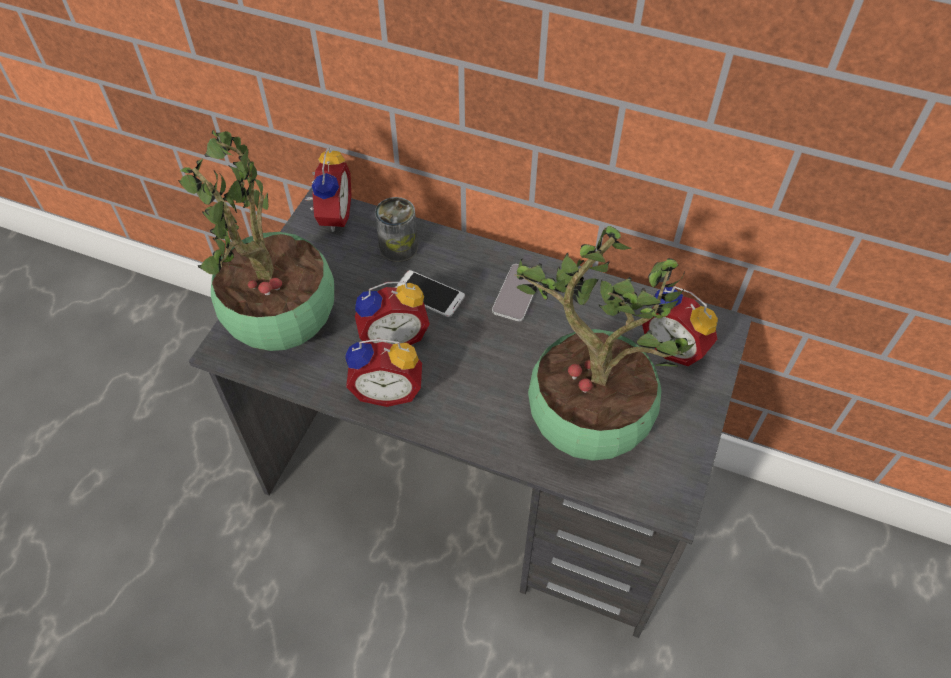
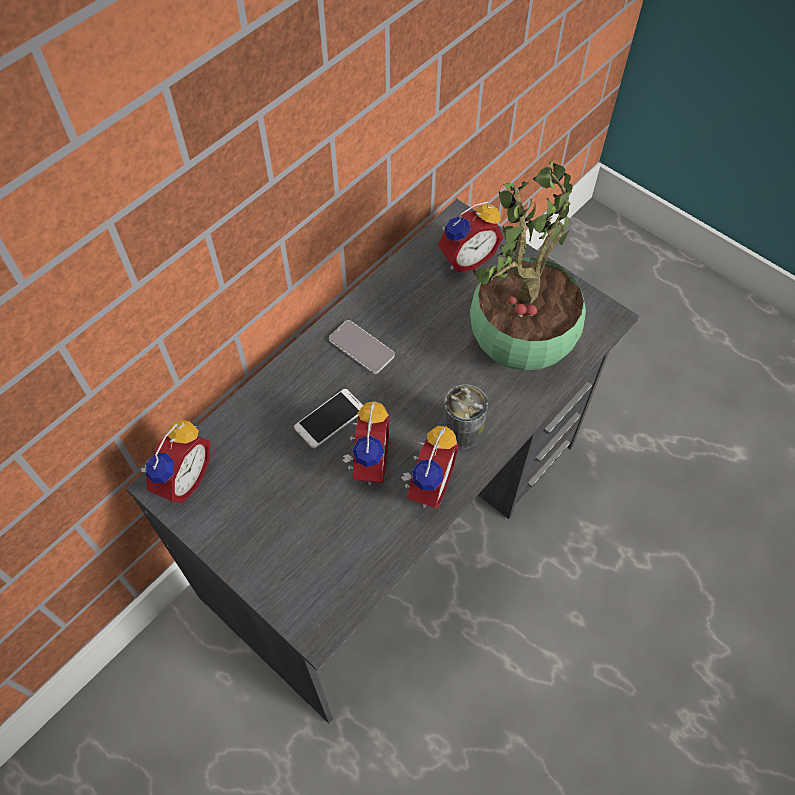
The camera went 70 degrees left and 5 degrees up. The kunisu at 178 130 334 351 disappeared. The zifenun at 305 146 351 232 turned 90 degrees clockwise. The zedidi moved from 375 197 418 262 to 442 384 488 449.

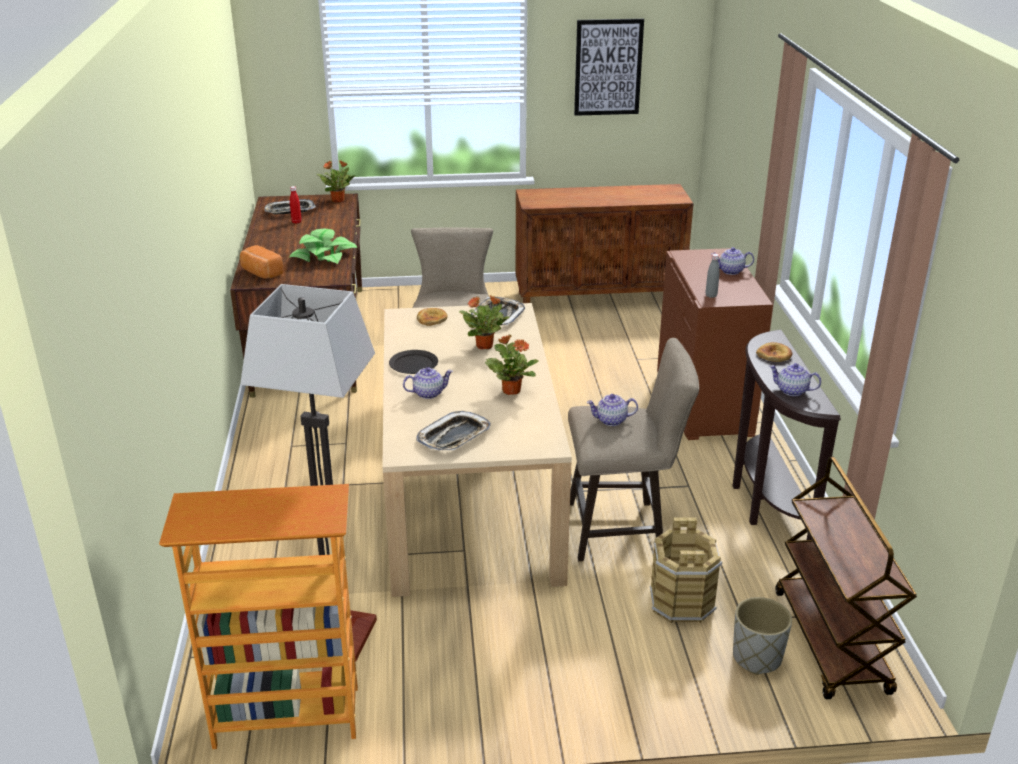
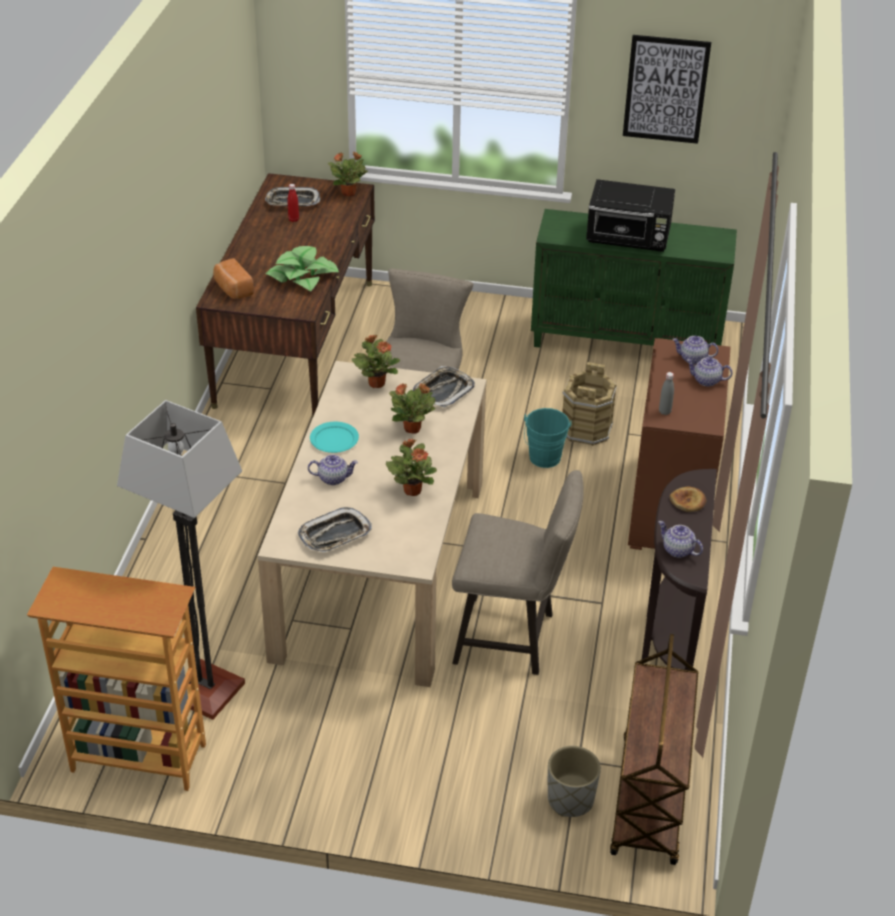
The camera went 15 degrees right and 10 degrees up. The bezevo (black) at 389 350 438 374 became the bezevo (turquoise) at 310 422 359 453. The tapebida at 417 308 448 326 was replaced by the kunisu at 352 334 400 388. The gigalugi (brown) at 516 184 694 303 became the gigalugi (green) at 531 209 737 348. The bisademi moved from 587 394 638 426 to 672 336 718 364. The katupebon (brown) moved from 650 517 723 623 to 562 362 617 446. The katupebon (turquoise) at 524 408 572 468 appeared. The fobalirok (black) at 586 179 675 252 appeared.

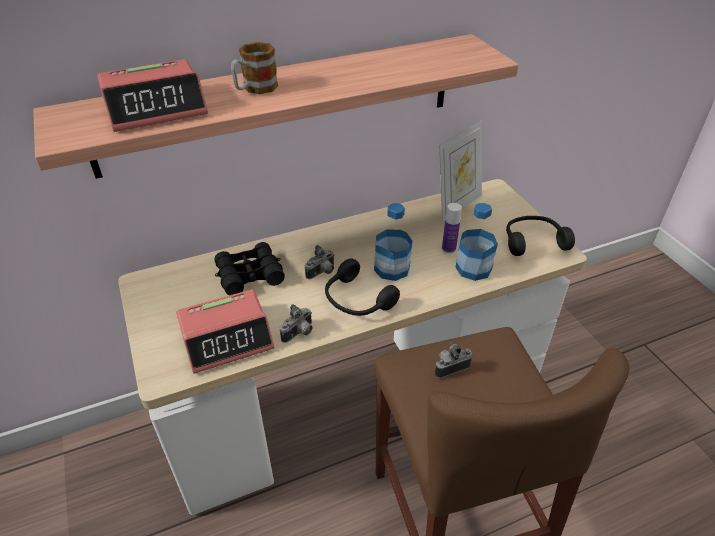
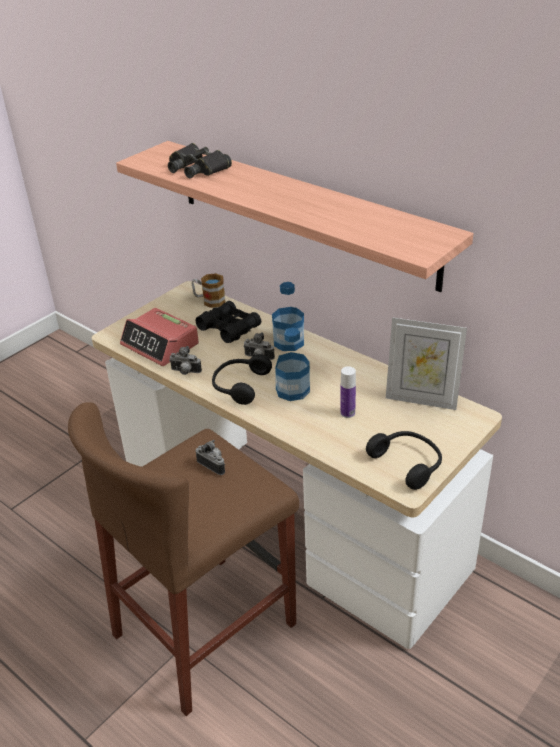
The camera went 65 degrees right and 5 degrees down. The zifenun at 97 59 208 132 was replaced by the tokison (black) at 168 143 232 178. The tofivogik moved from 231 42 278 94 to 192 273 226 308. The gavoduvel moved from 455 203 498 281 to 272 282 304 351.

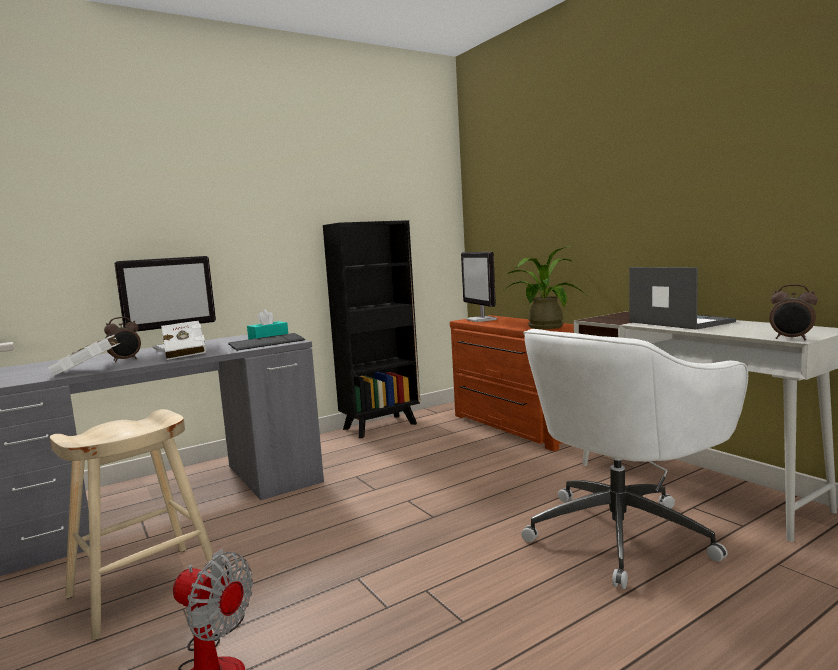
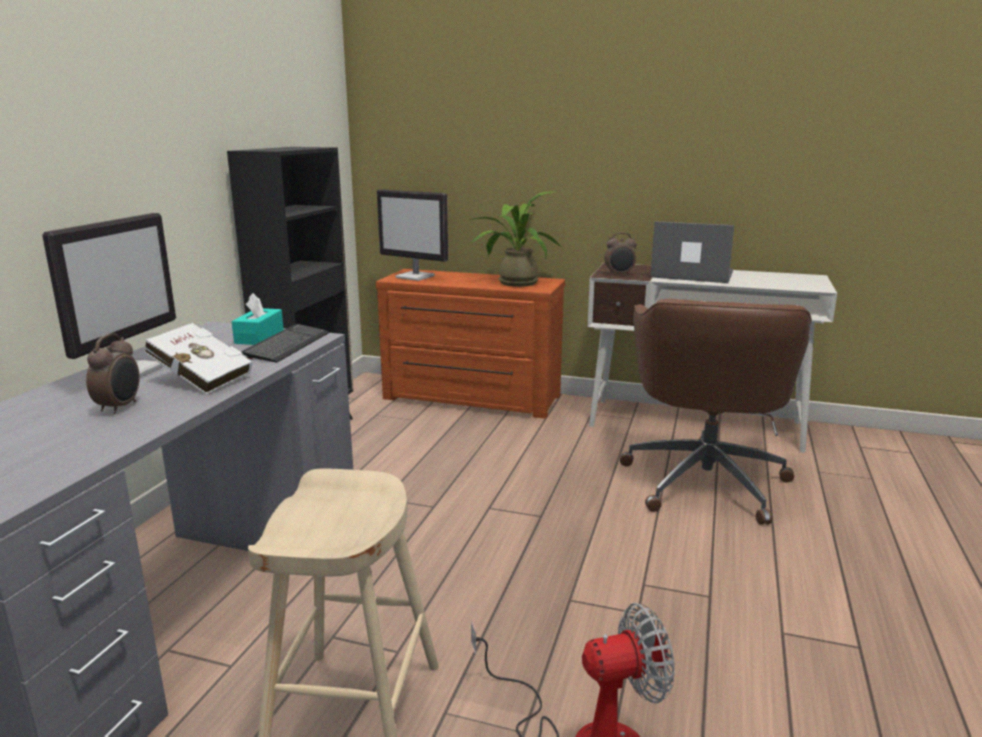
The camera went 40 degrees left and 10 degrees up. The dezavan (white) at 48 335 124 375 disappeared. The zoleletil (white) at 521 329 748 589 became the zoleletil (brown) at 620 299 812 525. The zifenun moved from 769 284 818 340 to 604 233 637 276.

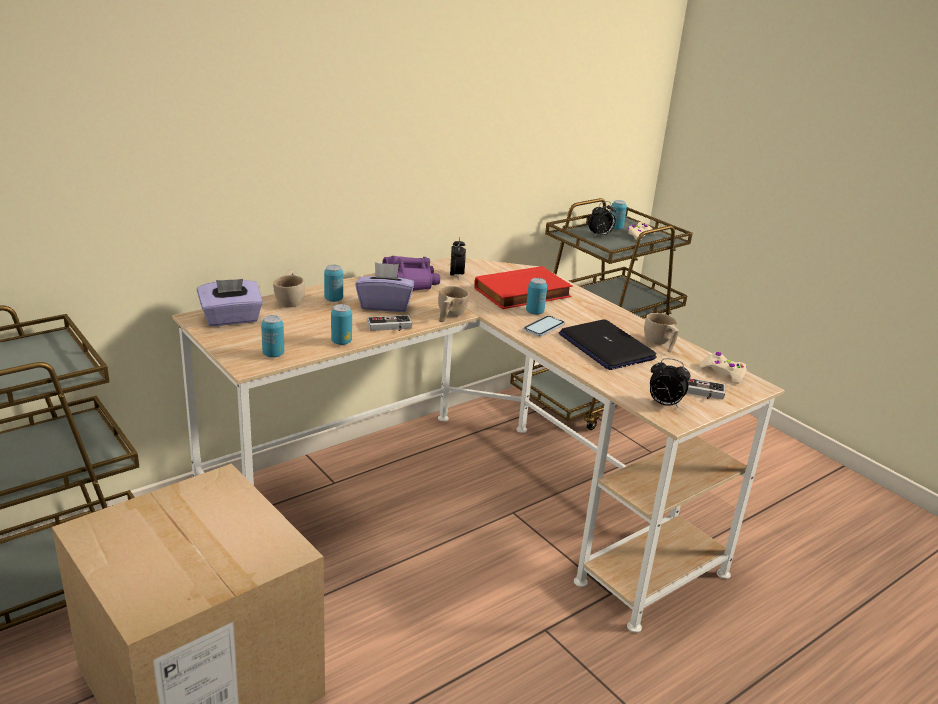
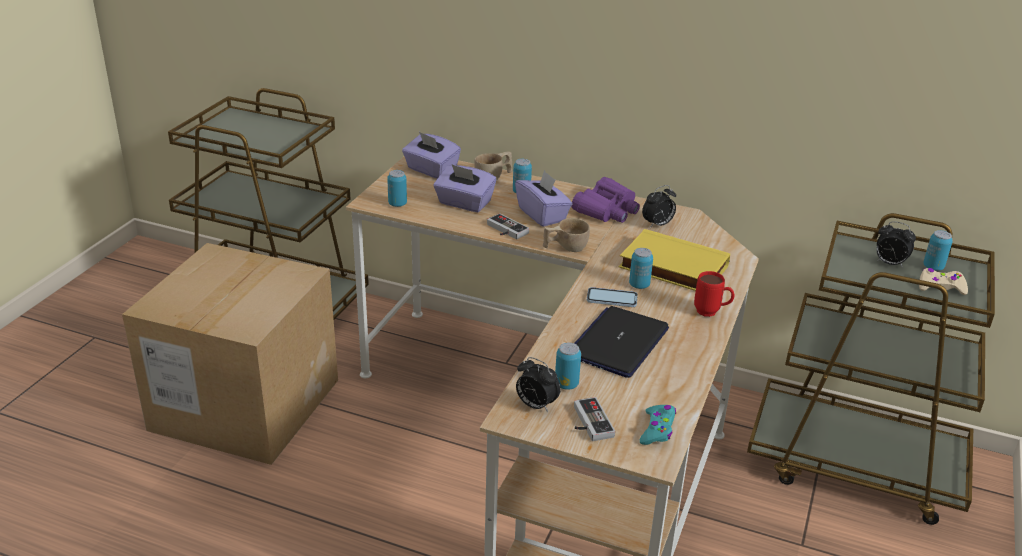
The camera went 60 degrees right and 5 degrees up. The zedidi moved from 331 304 352 345 to 555 342 581 390. The dezavan (red) at 474 266 573 309 became the dezavan (yellow) at 618 229 730 291. The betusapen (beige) at 644 313 679 352 disappeared. The zifenun at 650 358 690 408 turned 45 degrees counterclockwise. The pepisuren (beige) at 699 352 747 384 became the pepisuren (turquoise) at 640 405 676 445. The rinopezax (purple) at 434 164 496 212 appeared. The tofivogik (red) at 694 271 734 317 appeared.

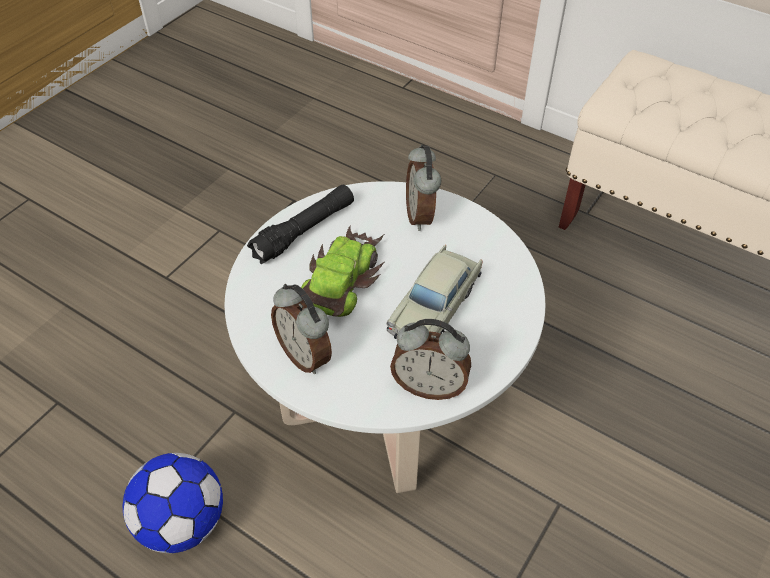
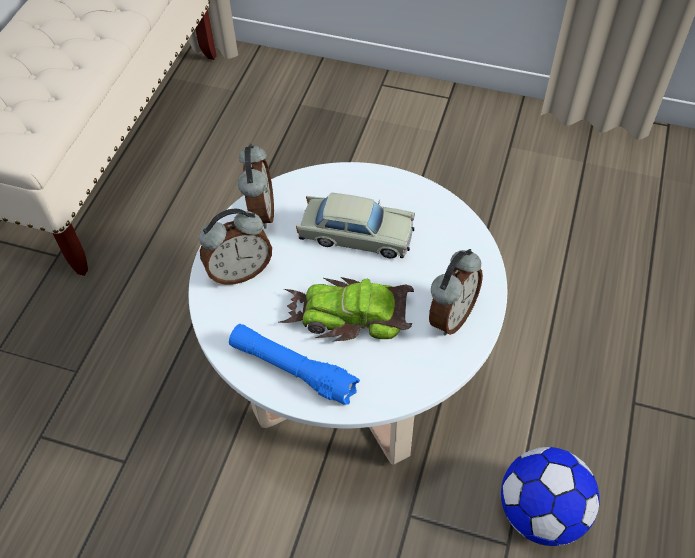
The camera went 105 degrees left and 5 degrees up. The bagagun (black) at 247 185 354 264 became the bagagun (blue) at 229 324 360 405. The zifenun moved from 390 319 471 400 to 238 144 274 229.

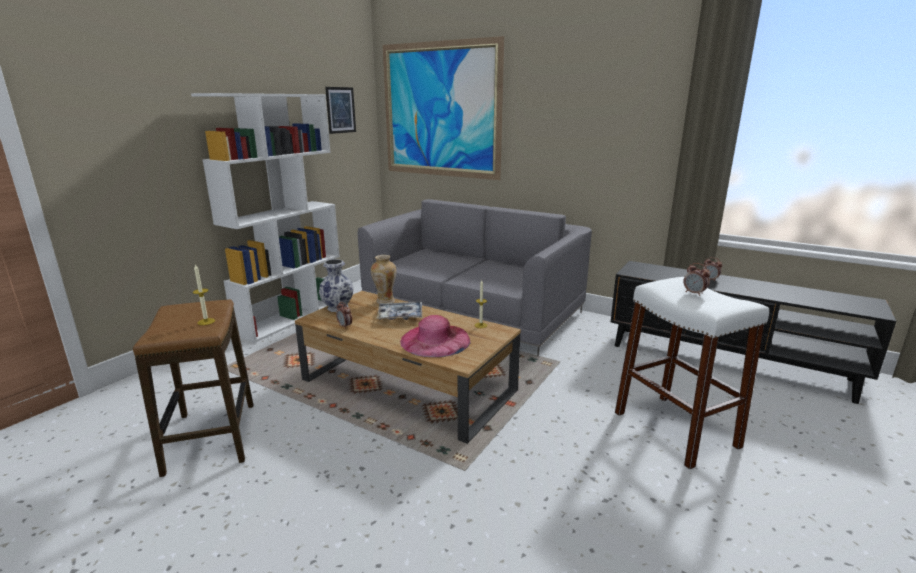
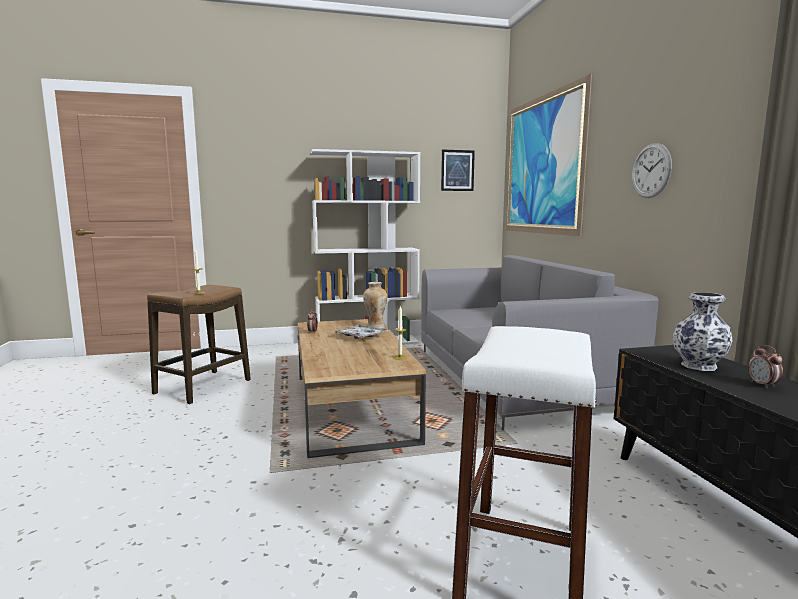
The camera went 45 degrees right and 10 degrees down. The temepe moved from 319 259 354 312 to 673 292 733 371. The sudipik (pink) at 400 315 471 357 disappeared. The zifenun at 683 263 711 296 disappeared. The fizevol at 632 143 672 198 appeared.

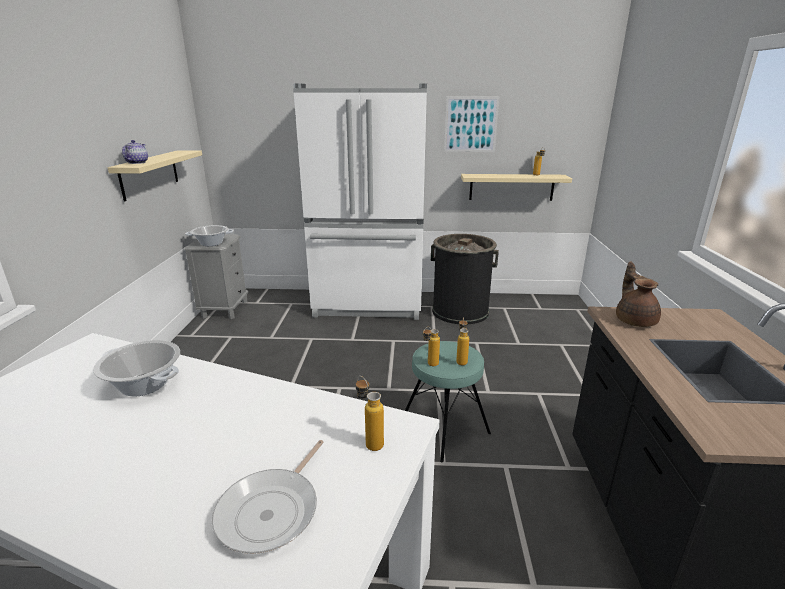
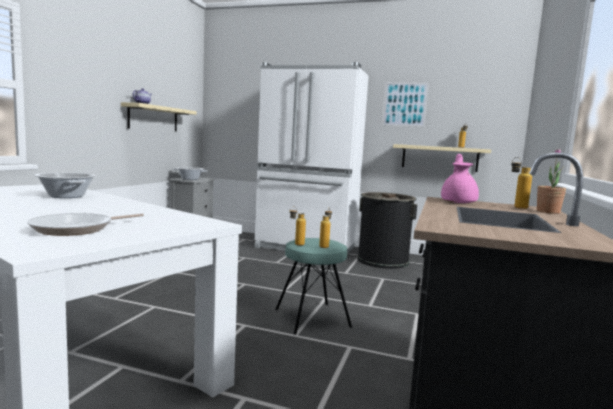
The camera went 15 degrees right and 15 degrees down. The gavoduvel moved from 356 376 384 451 to 511 157 532 209. The bisademi (brown) at 616 261 661 327 became the bisademi (pink) at 441 154 479 203. The kunisu at 537 149 566 214 appeared.

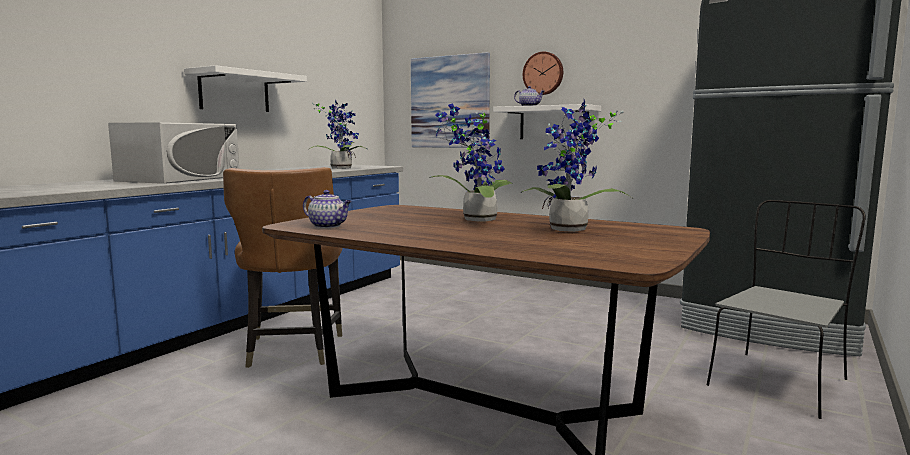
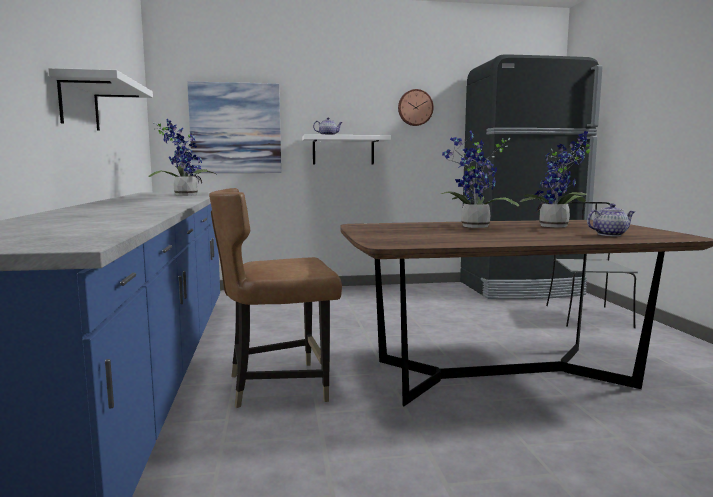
The camera went 40 degrees left and 0 degrees up. The fobalirok (white) at 108 122 239 184 disappeared. The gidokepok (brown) at 223 167 343 368 turned 120 degrees clockwise. The bisademi moved from 303 190 352 228 to 587 203 635 236. The fizevol moved from 523 52 563 95 to 398 89 434 126.

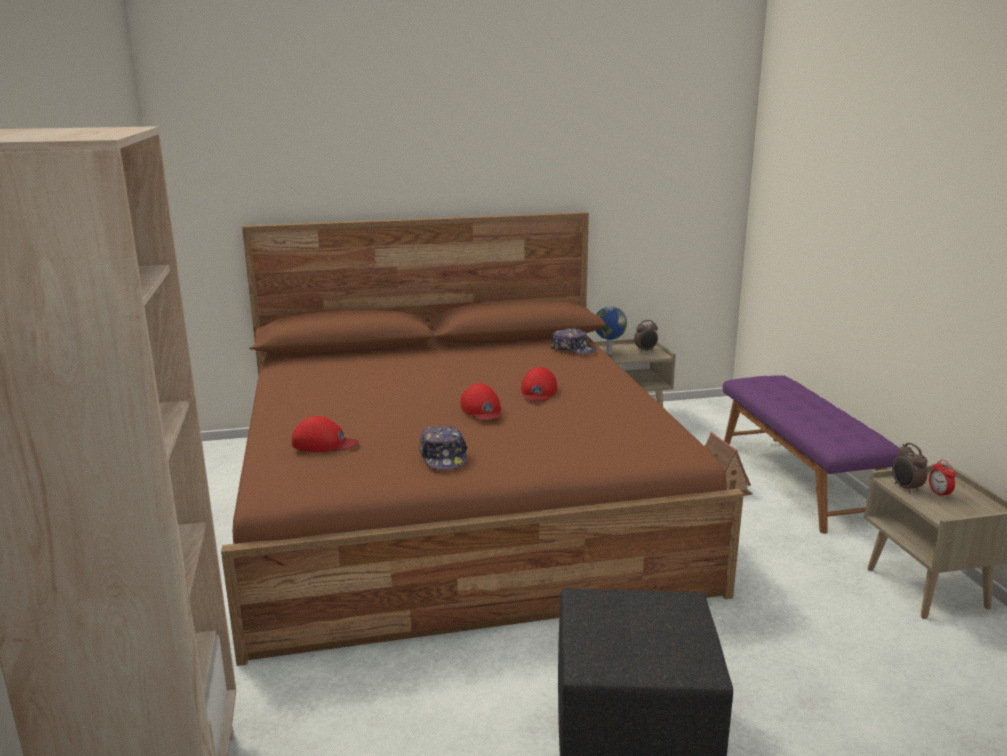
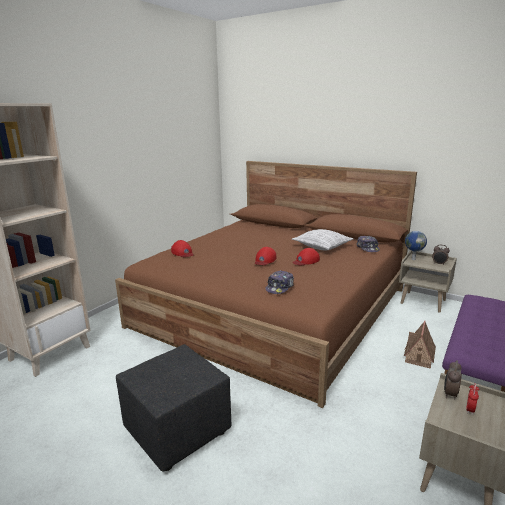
The camera went 45 degrees right and 0 degrees up. The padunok moved from 419 426 468 470 to 265 270 294 294. The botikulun at 292 229 354 250 appeared.

